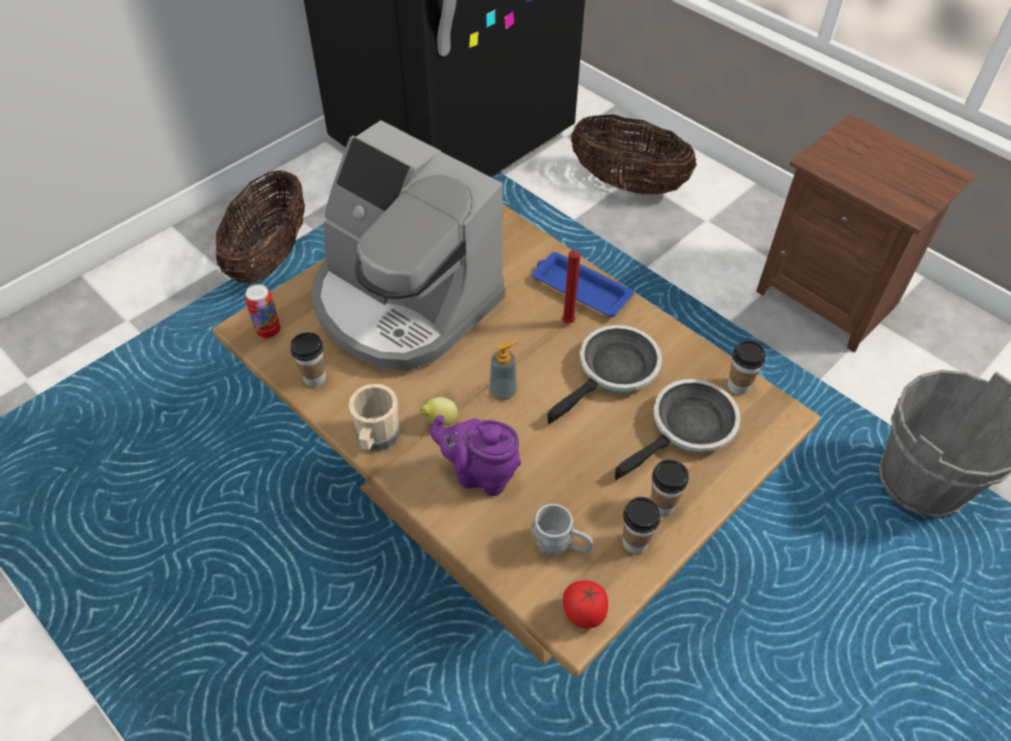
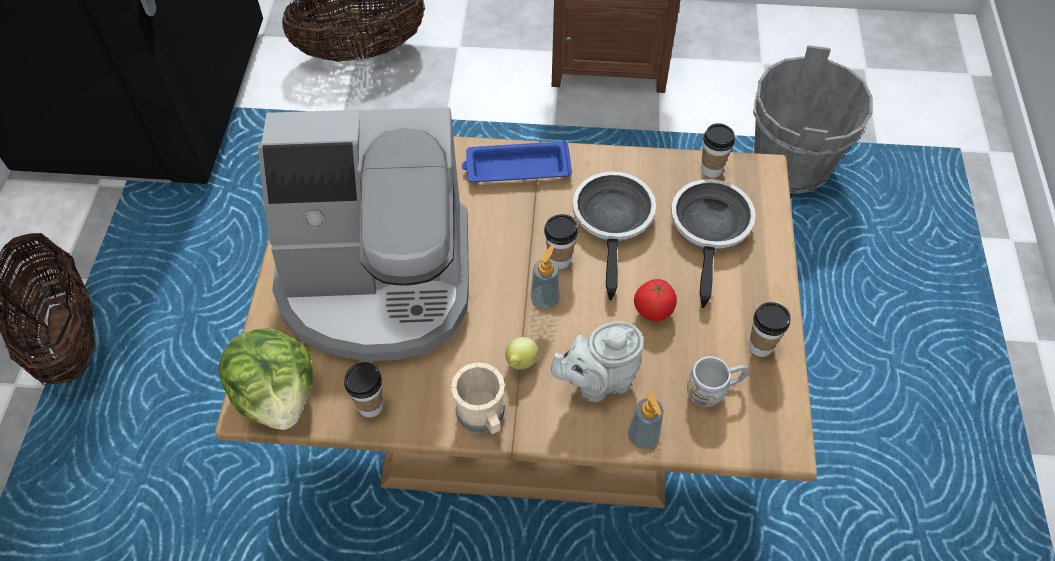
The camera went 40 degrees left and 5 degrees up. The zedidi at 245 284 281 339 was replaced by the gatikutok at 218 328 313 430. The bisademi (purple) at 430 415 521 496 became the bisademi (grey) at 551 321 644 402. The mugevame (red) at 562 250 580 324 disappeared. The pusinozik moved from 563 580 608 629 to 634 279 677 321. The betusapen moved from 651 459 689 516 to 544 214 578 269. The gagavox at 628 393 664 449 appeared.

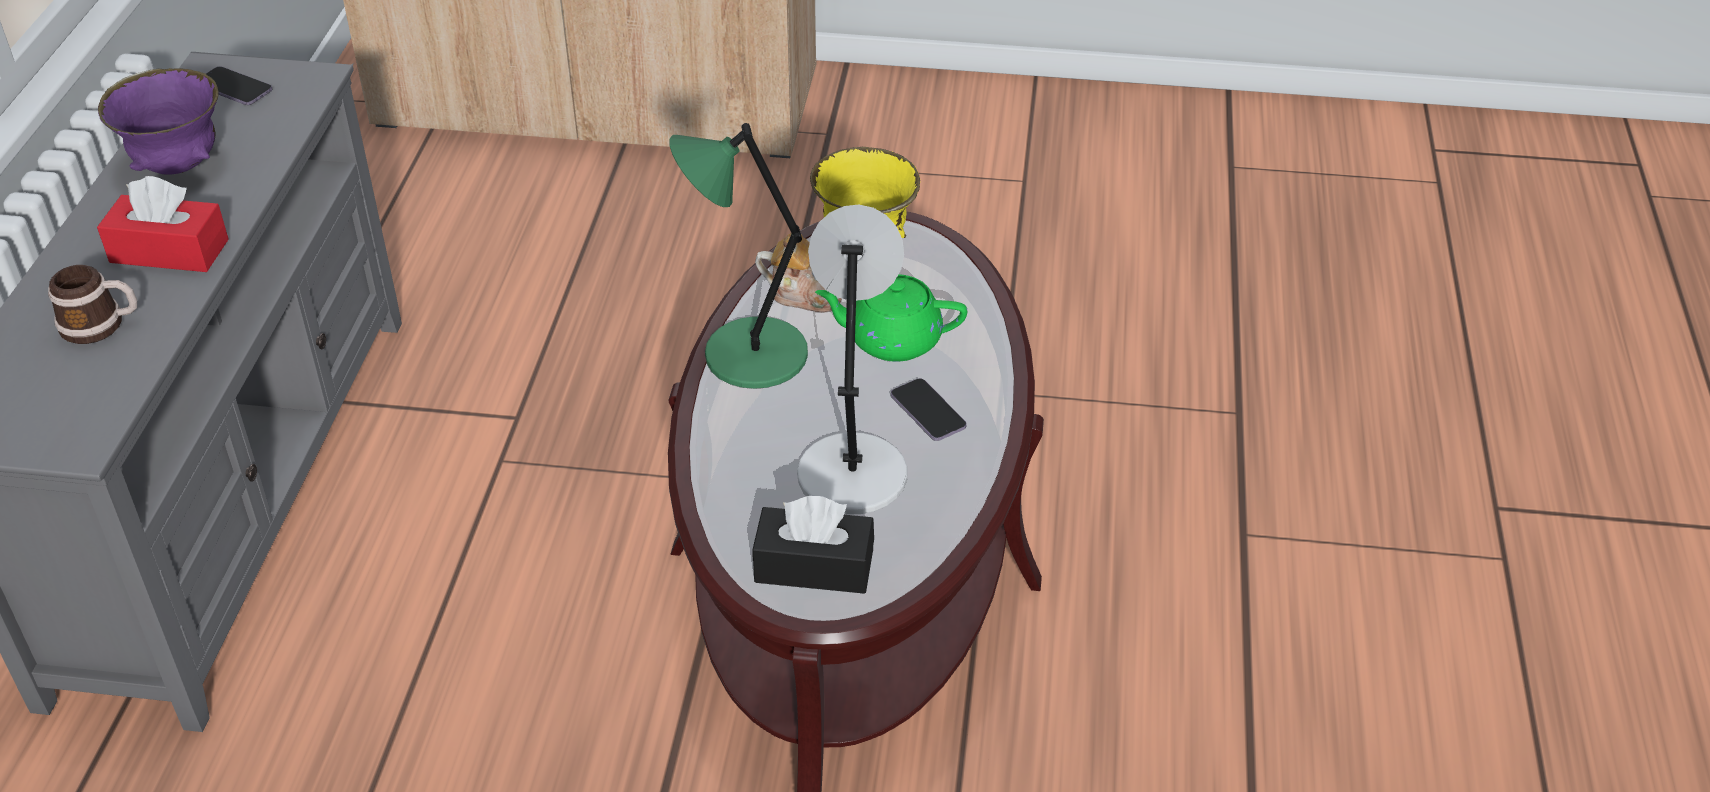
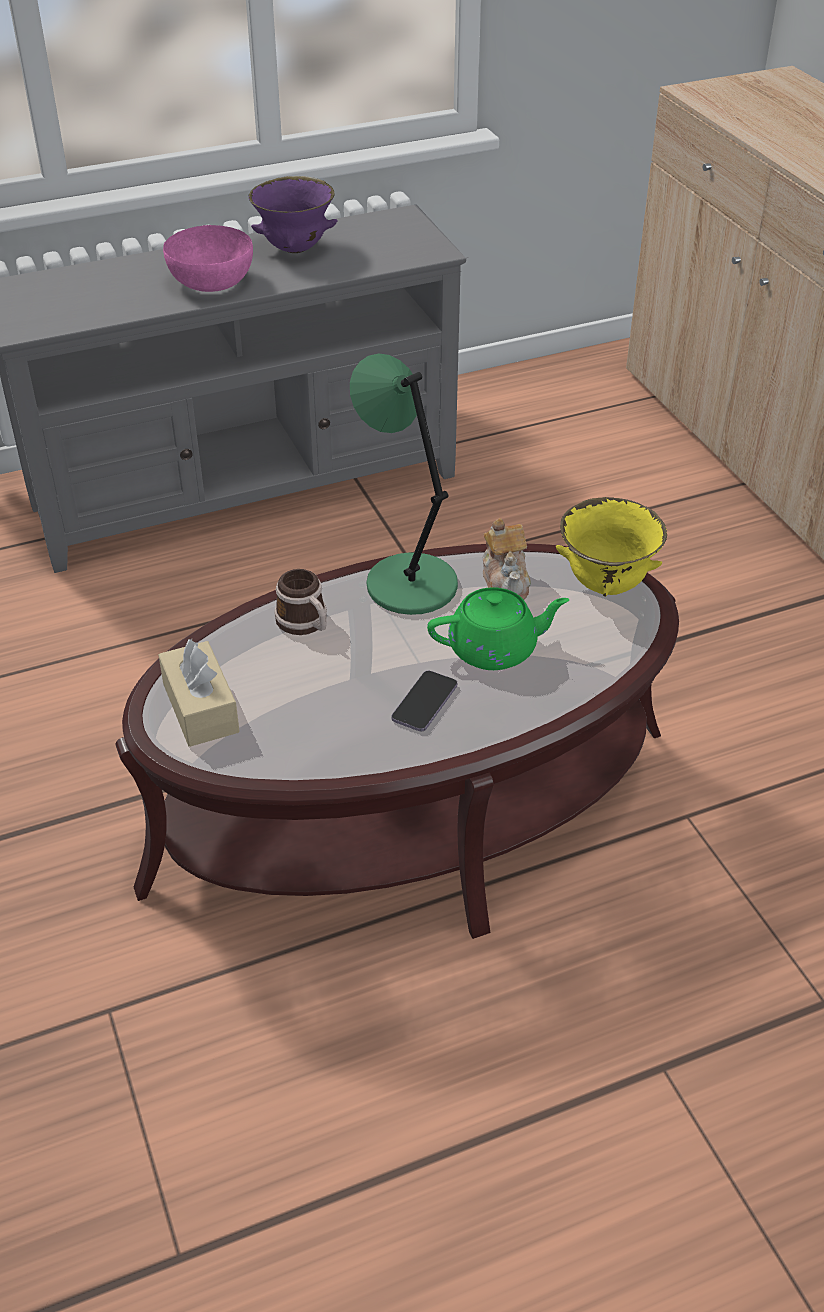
The camera went 60 degrees right and 0 degrees up. The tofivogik moved from 48 265 137 344 to 274 569 327 635. The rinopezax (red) at 97 176 229 272 was replaced by the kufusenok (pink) at 163 225 253 292. The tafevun at 206 66 272 105 disappeared. The rinopezax (black) at 752 496 874 594 became the rinopezax (beige) at 158 639 240 747. The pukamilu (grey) at 797 204 907 515 disappeared. The bisademi (green) at 815 274 967 362 turned 105 degrees clockwise.

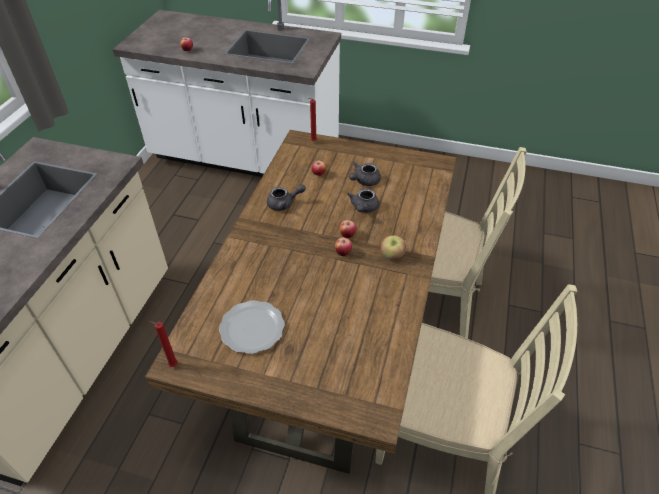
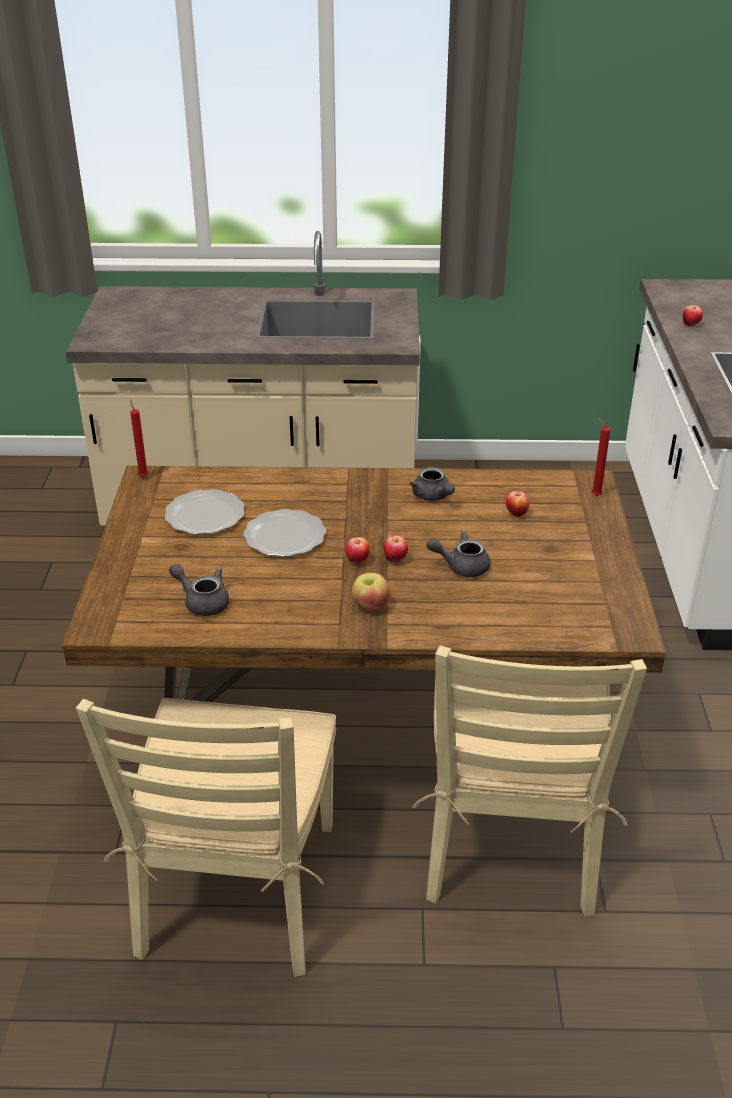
The camera went 75 degrees right and 10 degrees down. The bisademi (grey) moved from 349 162 381 186 to 169 563 229 616. The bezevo at 244 509 326 557 appeared.

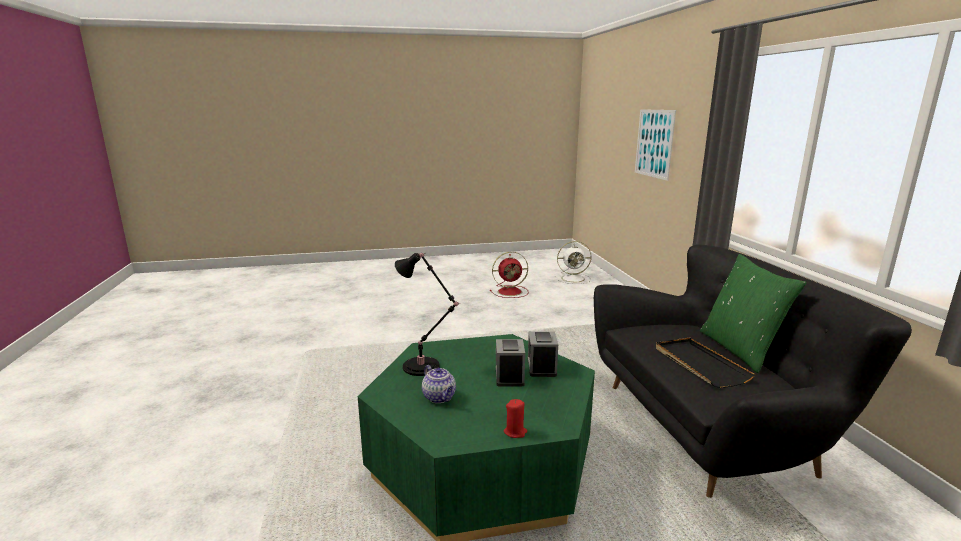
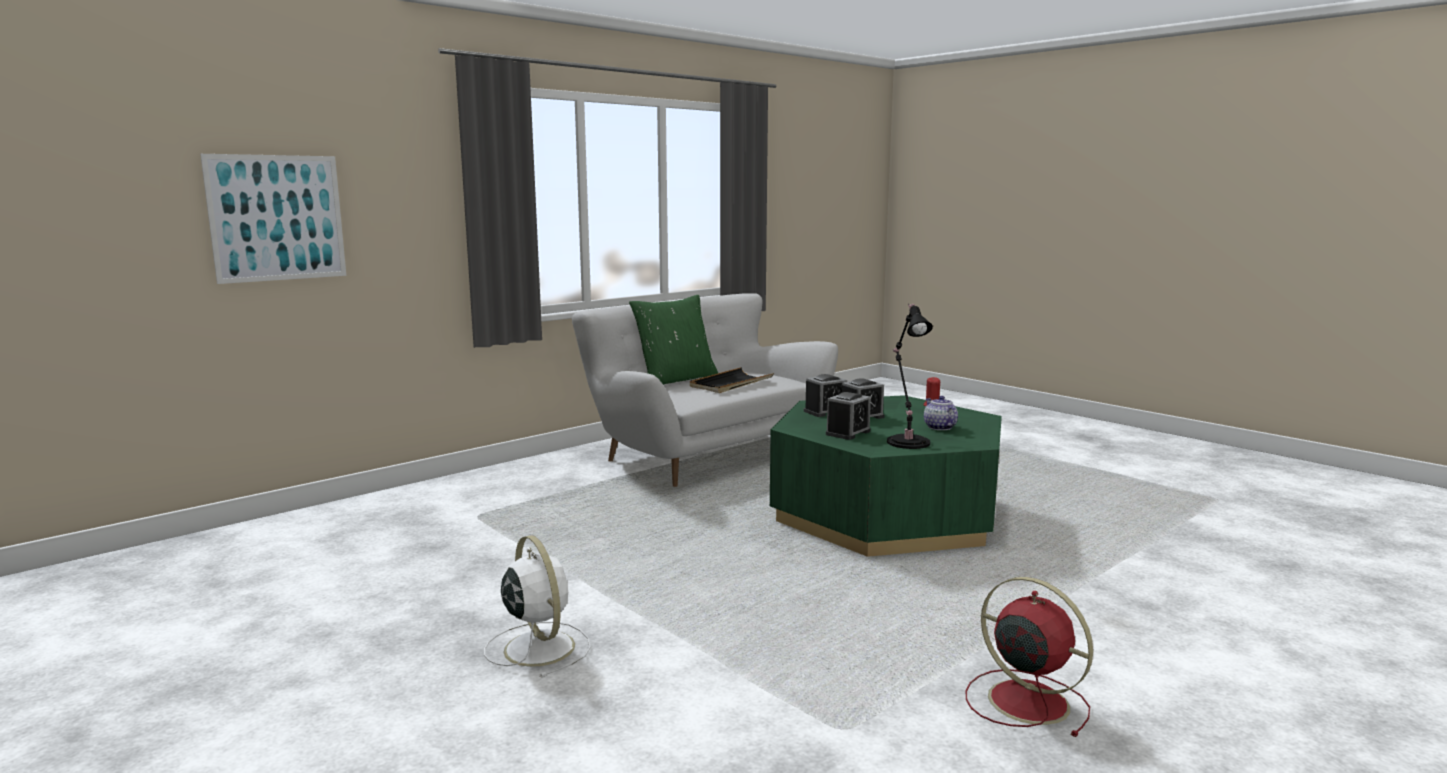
The camera went 120 degrees left and 5 degrees down. The bisademi at 422 365 456 403 turned 45 degrees counterclockwise. The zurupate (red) moved from 490 252 529 298 to 965 577 1093 737. The zurupate (white) moved from 554 241 592 284 to 484 535 591 678. The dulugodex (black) at 594 244 912 498 became the dulugodex (white) at 572 293 838 487. The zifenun at 826 392 871 440 appeared.

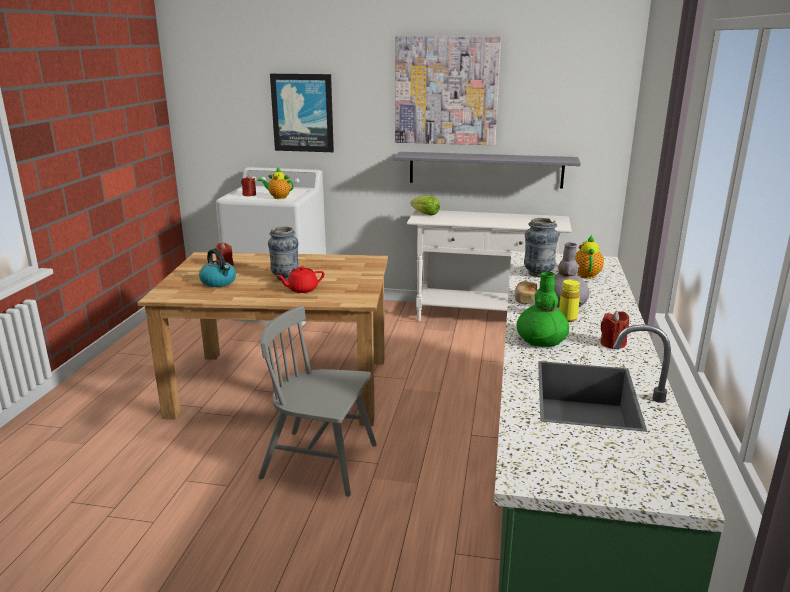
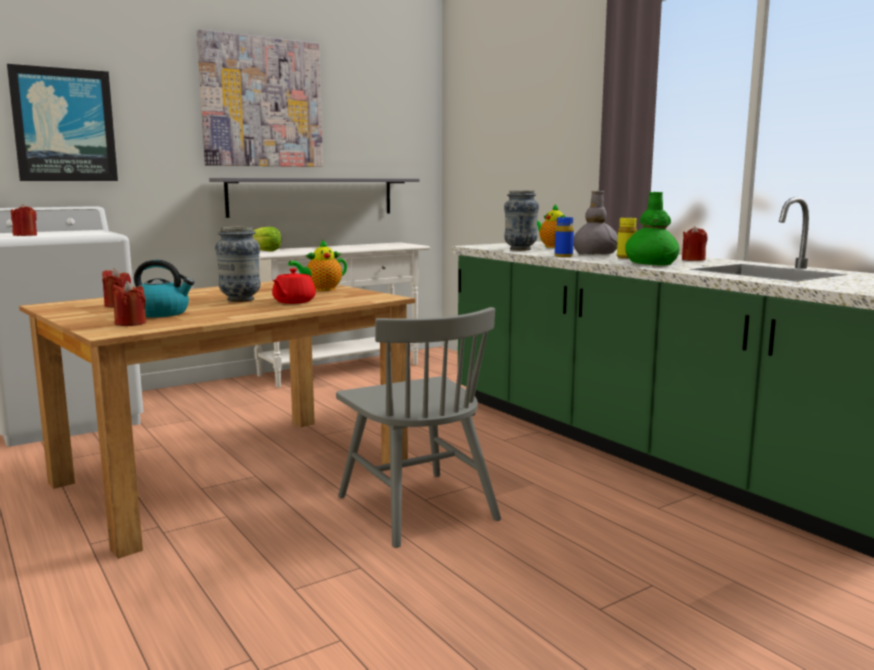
The camera went 45 degrees left and 10 degrees down. The bisademi moved from 257 168 294 199 to 288 240 347 291. The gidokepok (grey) at 258 305 377 497 turned 90 degrees counterclockwise. The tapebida at 515 281 537 304 was replaced by the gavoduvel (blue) at 555 217 574 257. The mugevame (red) at 113 281 146 326 appeared.

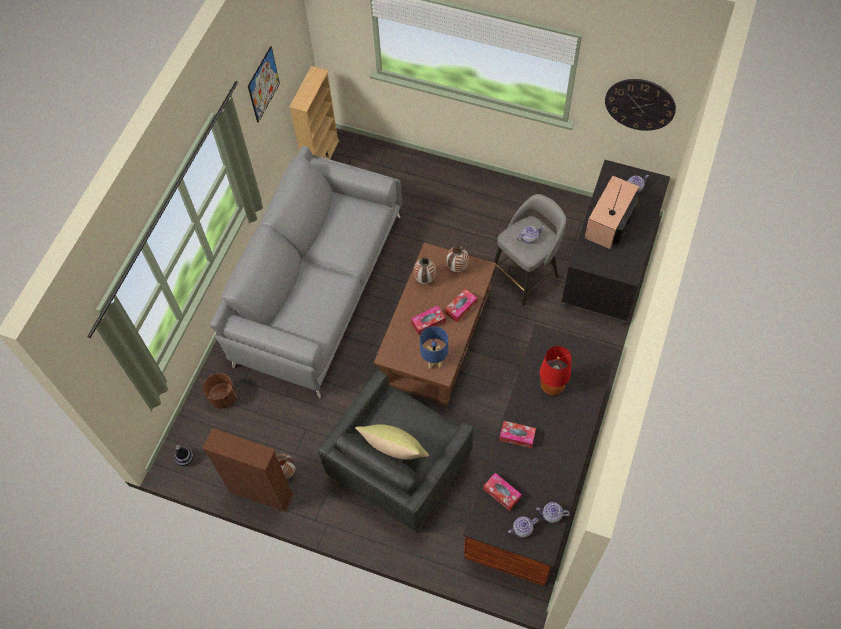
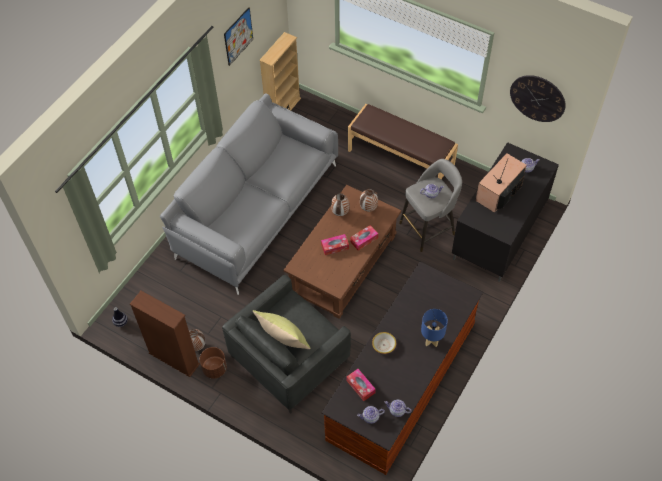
The camera went 10 degrees right and 5 degrees down. The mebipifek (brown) moved from 203 373 237 409 to 199 347 227 378. The pukamilu (blue) moved from 420 326 448 369 to 421 309 448 347. The rinopezax at 499 421 536 448 was replaced by the kufusenok at 372 332 396 354. The pukamilu (red) at 539 346 572 395 disappeared. The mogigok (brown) at 348 104 458 179 appeared.

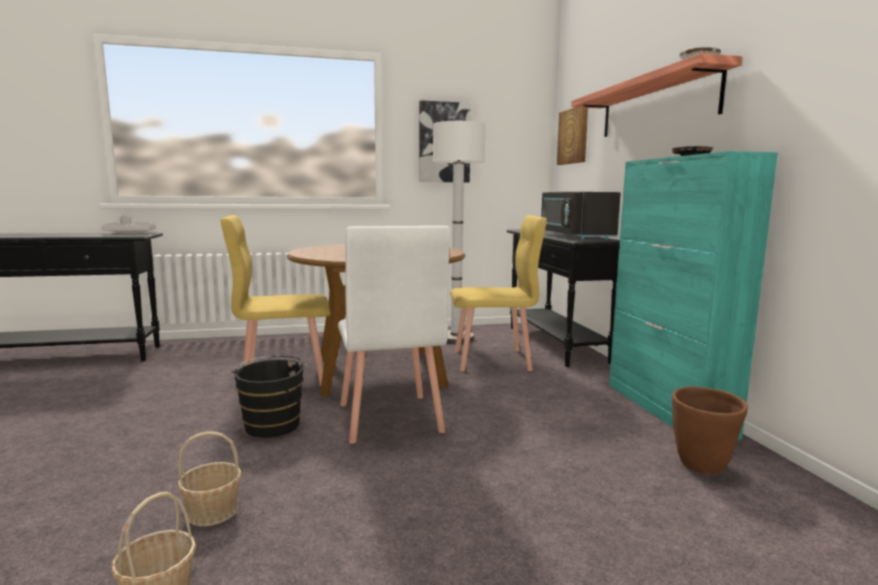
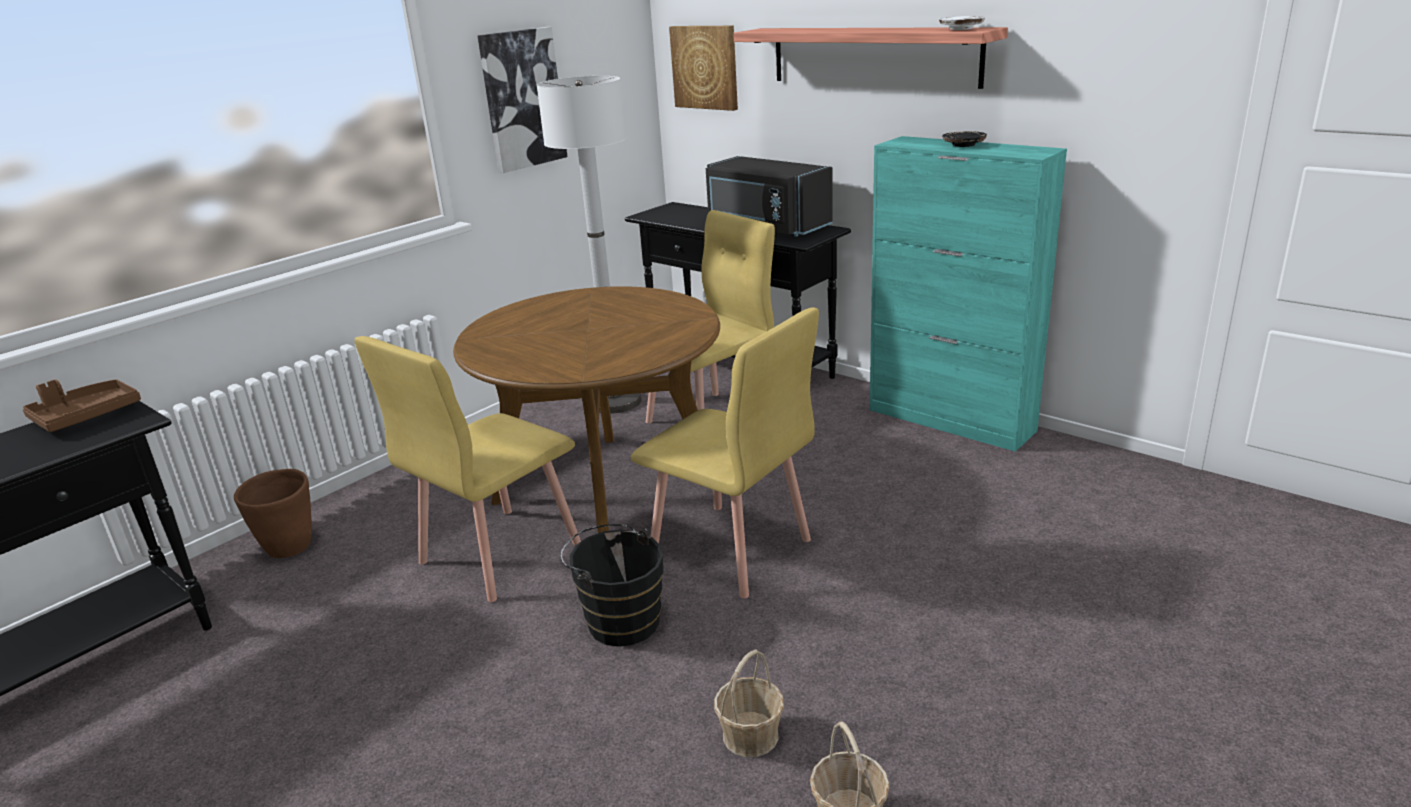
The camera went 35 degrees left and 15 degrees up. The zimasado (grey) at 101 215 156 234 became the zimasado (brown) at 23 379 141 432. The gidokepok (white) at 338 226 450 444 became the gidokepok (yellow) at 631 307 819 599. The mebipifek (brown) moved from 672 386 748 474 to 234 469 312 558.

